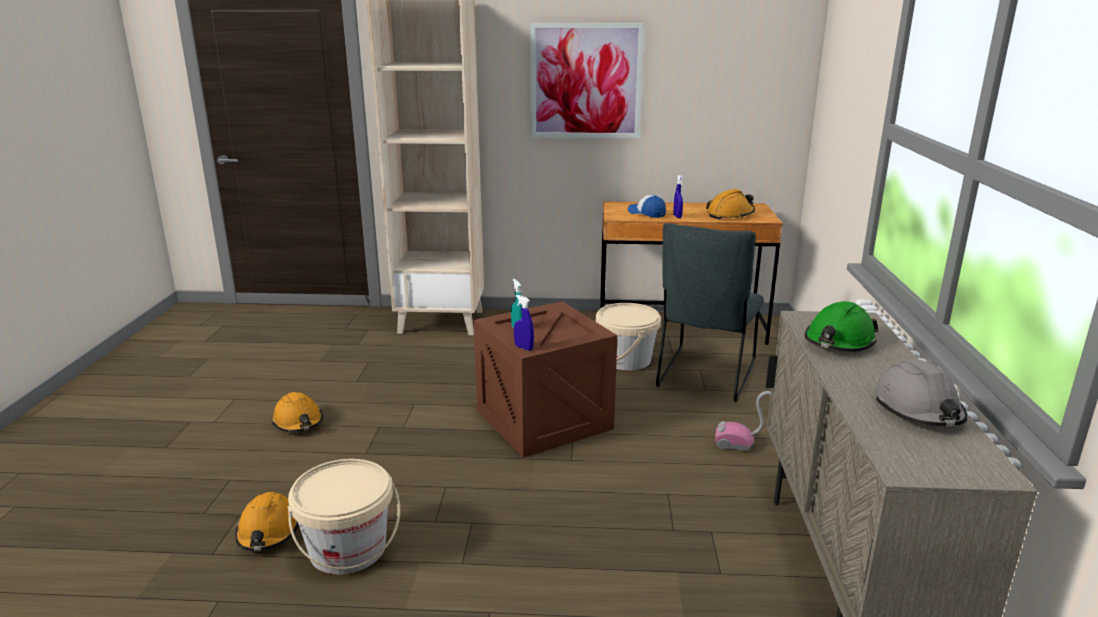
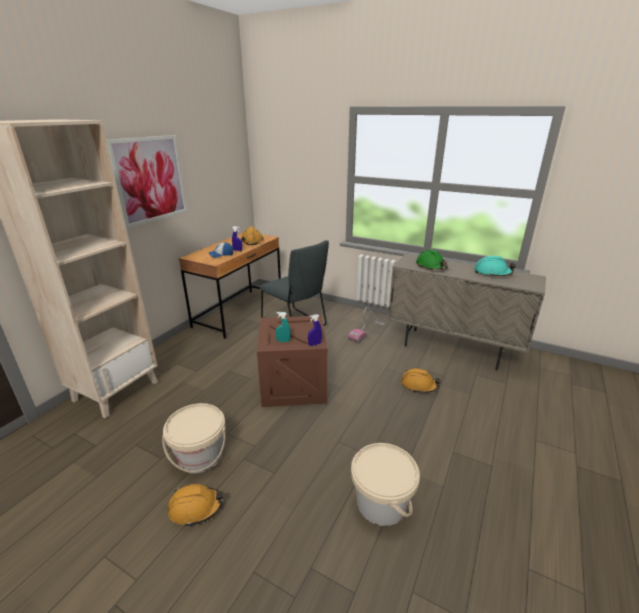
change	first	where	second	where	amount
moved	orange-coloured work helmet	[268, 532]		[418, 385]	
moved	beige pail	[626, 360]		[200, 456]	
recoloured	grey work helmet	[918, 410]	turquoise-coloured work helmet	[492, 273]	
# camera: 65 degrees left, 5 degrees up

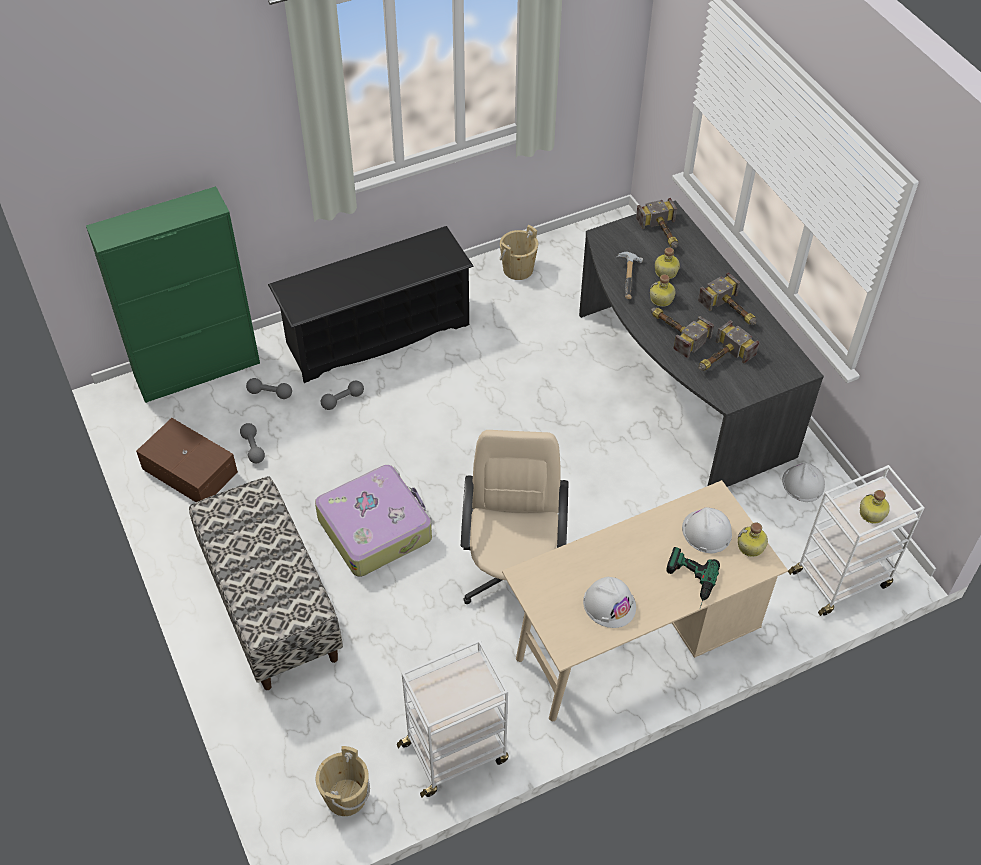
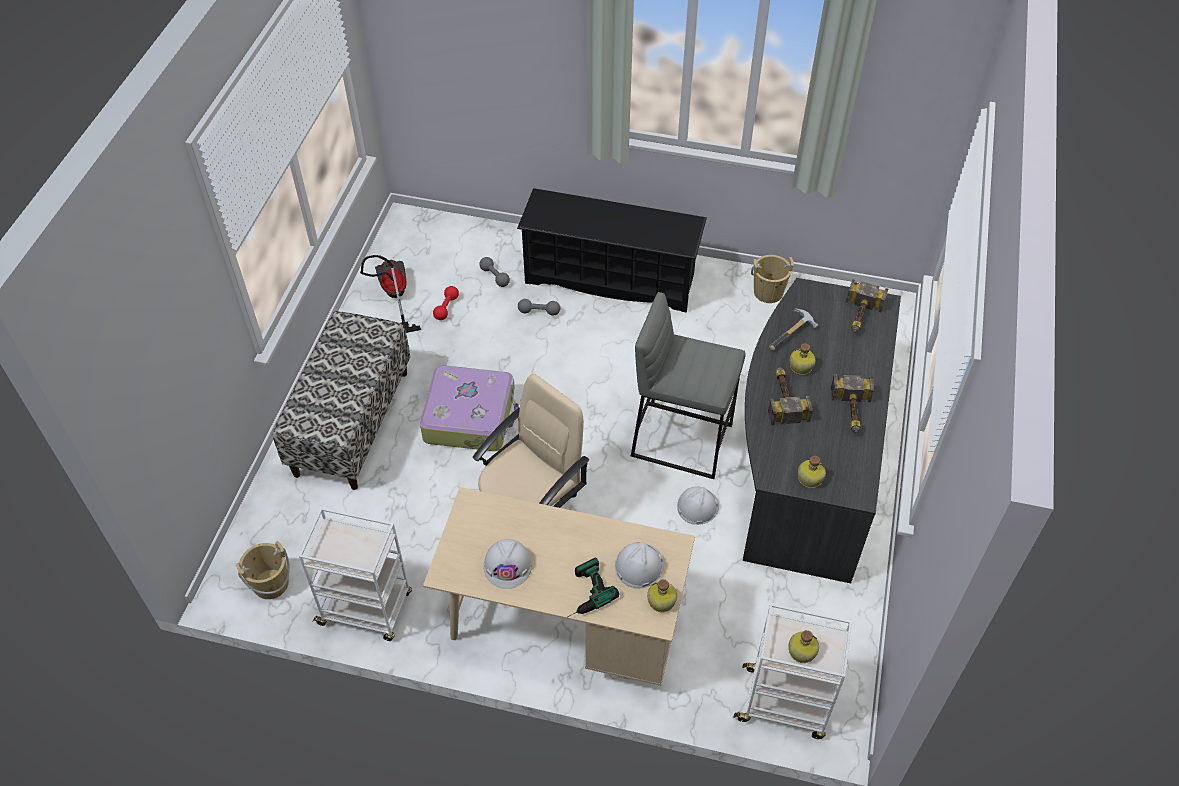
change	first	where	second	where	amount
removed	greenish cupboard	[198, 370]			
replaced	brownish storage box	[190, 469]	hoover	[393, 296]	
recoloured	grey free weight	[253, 448]	red-coloured free weight	[446, 307]	
moved	beverage bottle	[665, 272]		[809, 478]	
removed	tool hammer	[720, 359]			
moved	white work helmet	[803, 484]		[697, 506]	
added			grey stool seat	[682, 439]	
# camera: 40 degrees right, 0 degrees up

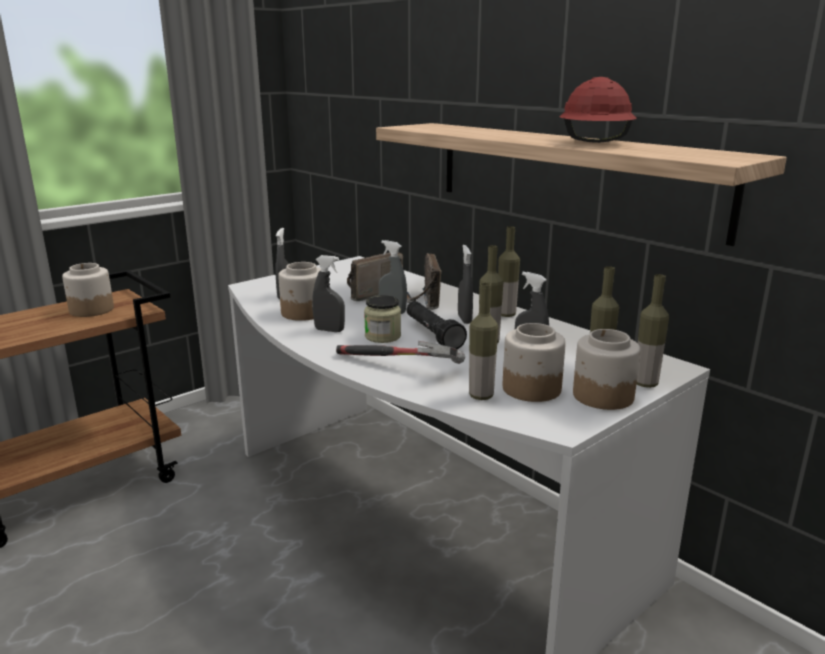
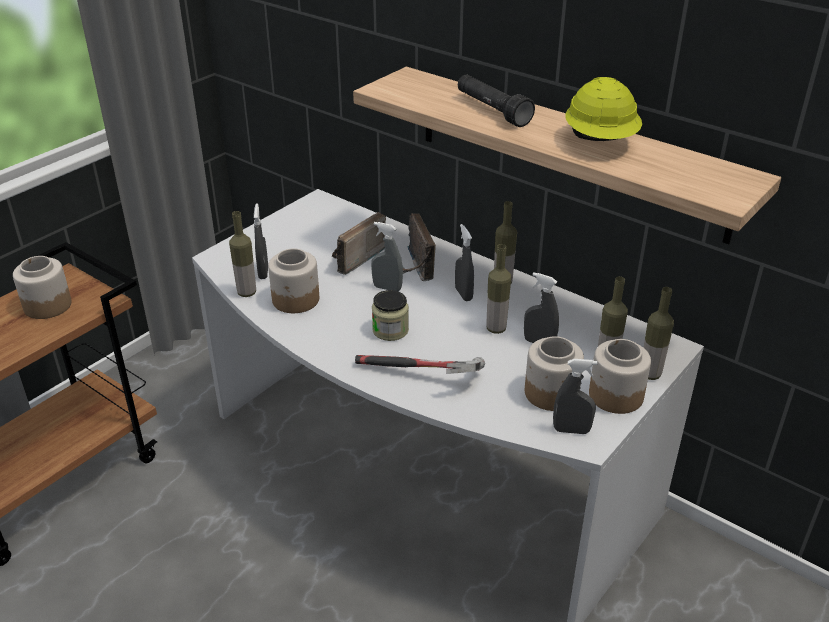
change	first	where	second	where	amount
moved	grey hand sprayer	[329, 330]		[571, 430]	
moved	black-coloured hand torch	[432, 334]		[492, 110]	
moved	beverage bottle	[481, 396]		[246, 293]	
recoloured	red-coloured work helmet	[595, 142]	yellow work helmet	[601, 141]	
# camera: 10 degrees left, 15 degrees up

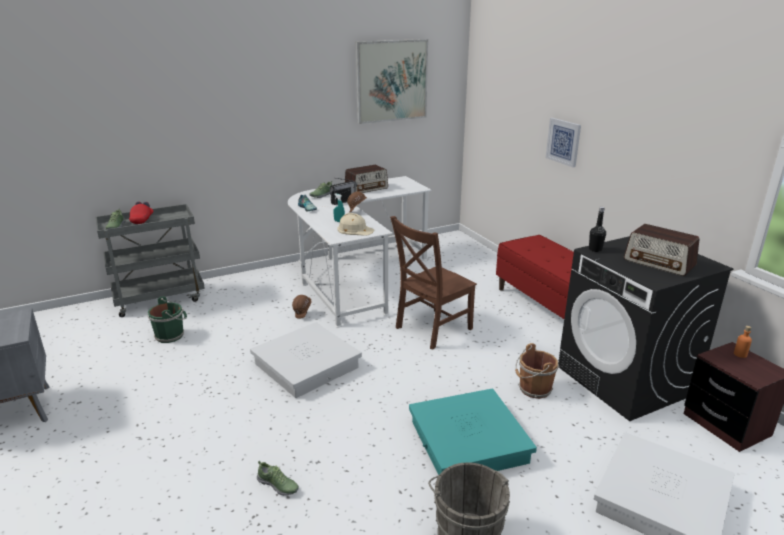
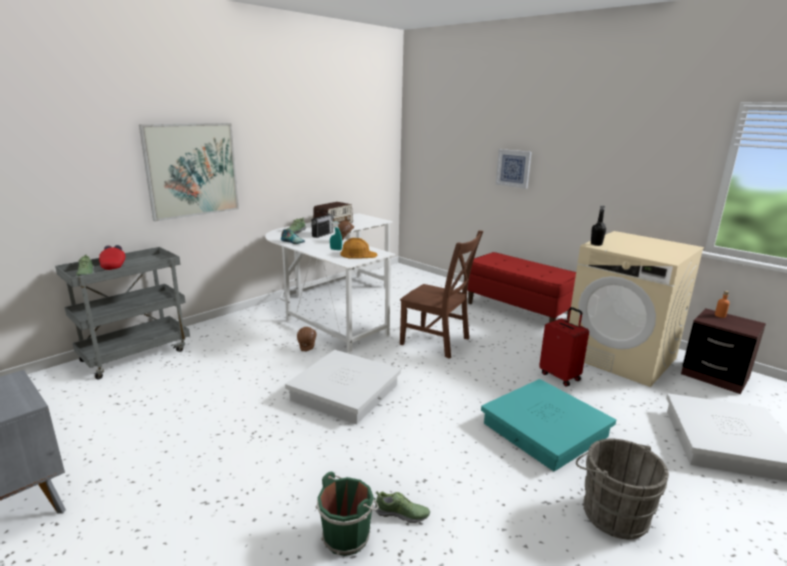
change	first	where	second	where	amount
moved	greenish pail	[171, 335]		[347, 535]	
recoloured	beige work helmet	[355, 229]	orange-coloured work helmet	[358, 254]	
moved	wall art	[391, 81]		[192, 170]	
turned	brownish upright chair	[431, 329]		[437, 342]	90 degrees counterclockwise
replaced	brownish pail	[533, 389]	red-coloured piece of luggage	[560, 376]	
recoloured	black-coloured laundry machine	[626, 380]	beige laundry machine	[620, 357]	
removed	radio receiver	[659, 263]			
# camera: 20 degrees left, 5 degrees down

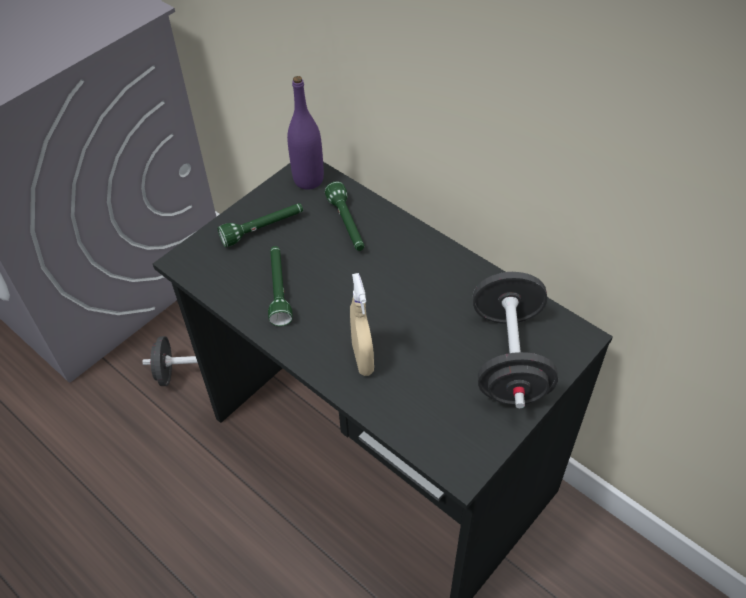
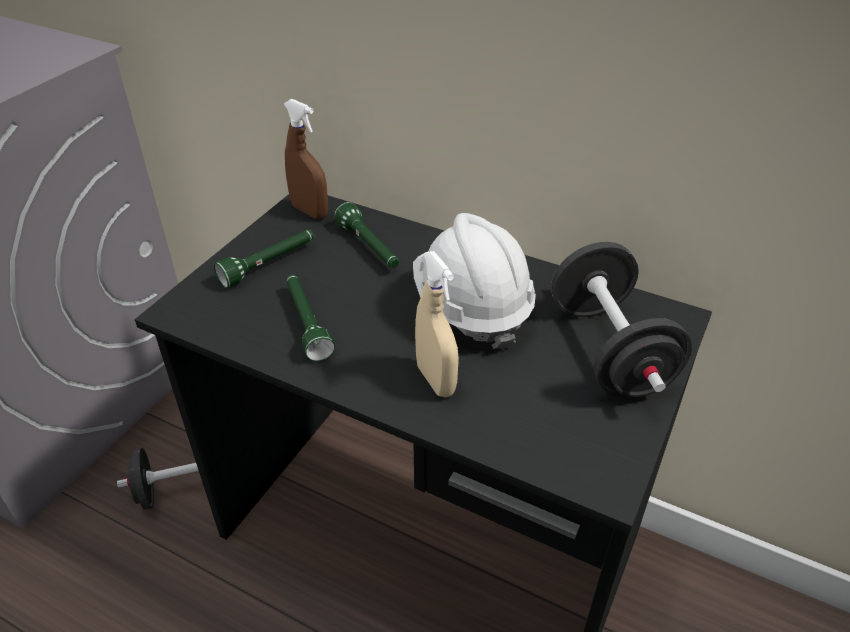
change	first	where	second	where	amount
replaced	purple beverage bottle	[308, 180]	brownish hand sprayer	[309, 211]	
added			white work helmet	[471, 308]	
# camera: 15 degrees left, 10 degrees down

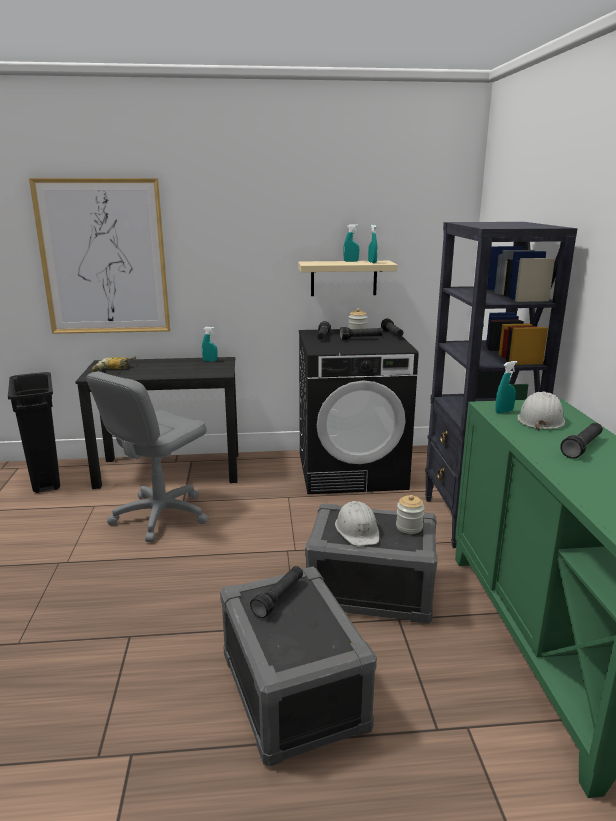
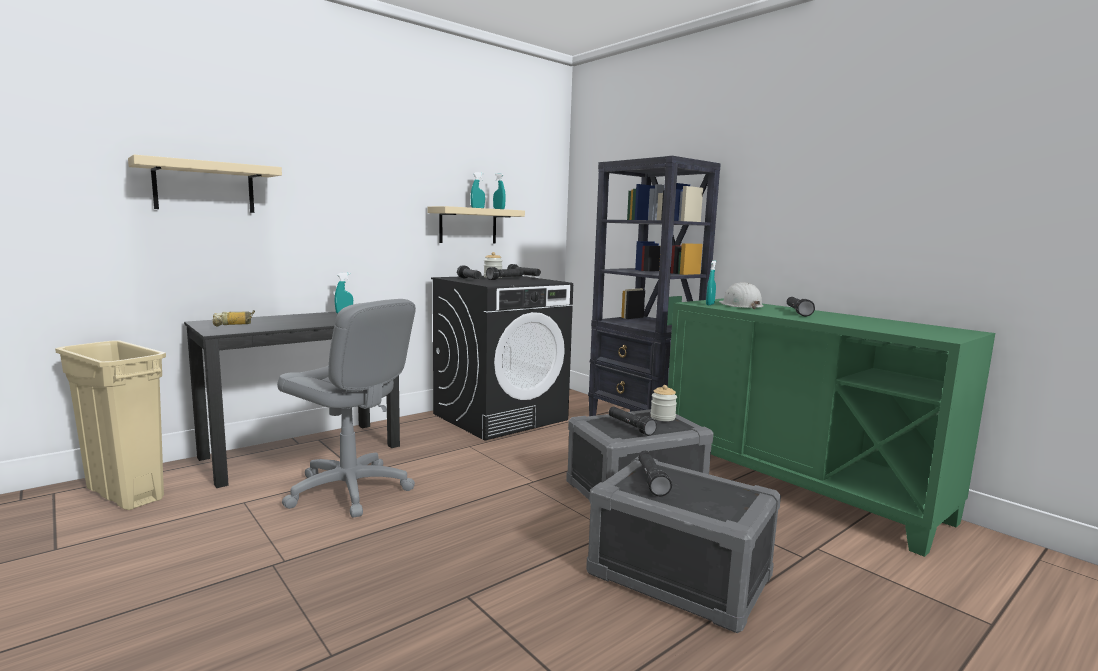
change	first	where	second	where	amount
recoloured	black-coloured trash can	[46, 479]	beige trash can	[124, 494]	
replaced	wall art	[103, 258]	beige bracket shelf	[204, 187]	
turned	grey office chair	[160, 515]		[349, 490]	60 degrees counterclockwise
replaced	white work helmet	[357, 530]	black-coloured hand torch	[630, 427]	
# camera: 35 degrees left, 10 degrees down

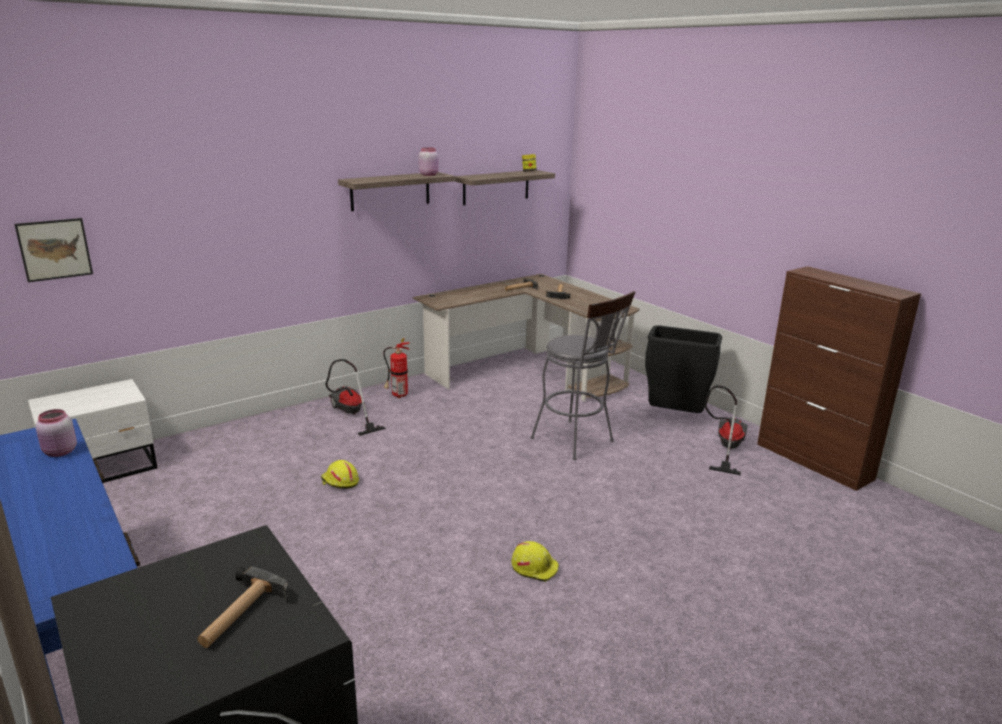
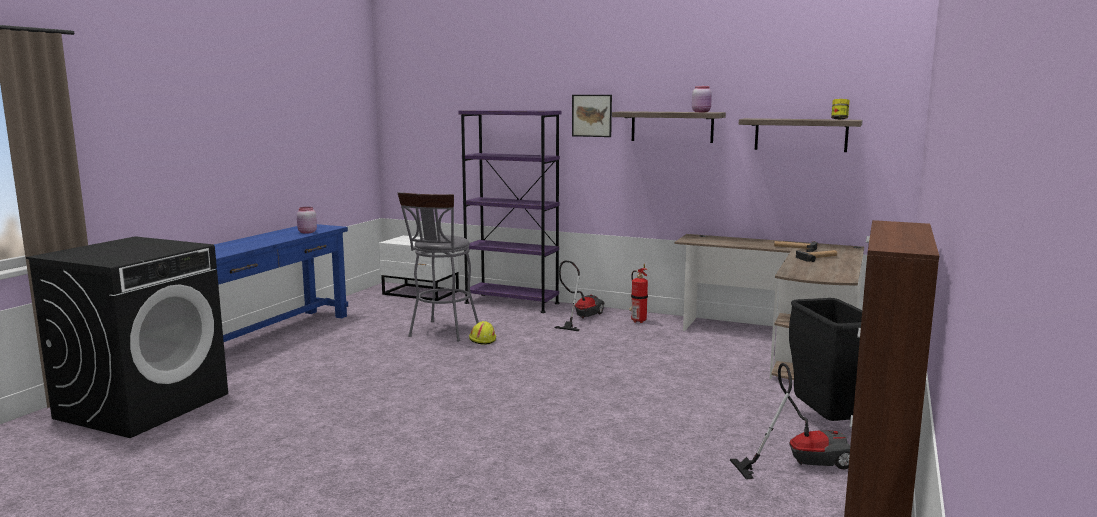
change	first	where	second	where	amount
moved	wall art	[54, 249]		[591, 115]	
removed	tool hammer	[240, 614]			
removed	yellow work helmet	[534, 567]			
moved	grey stool seat	[577, 442]		[442, 332]	
added			purple shelving unit	[512, 303]	
# camera: 60 degrees right, 10 degrees down

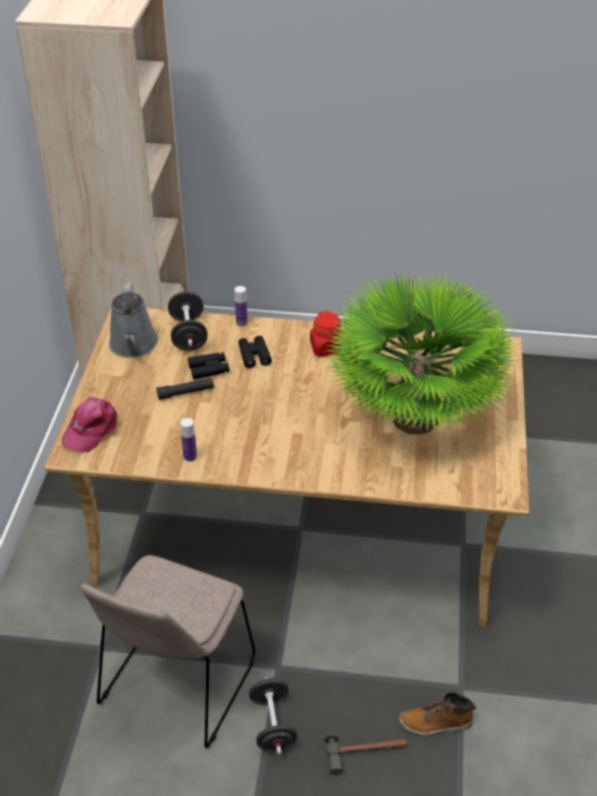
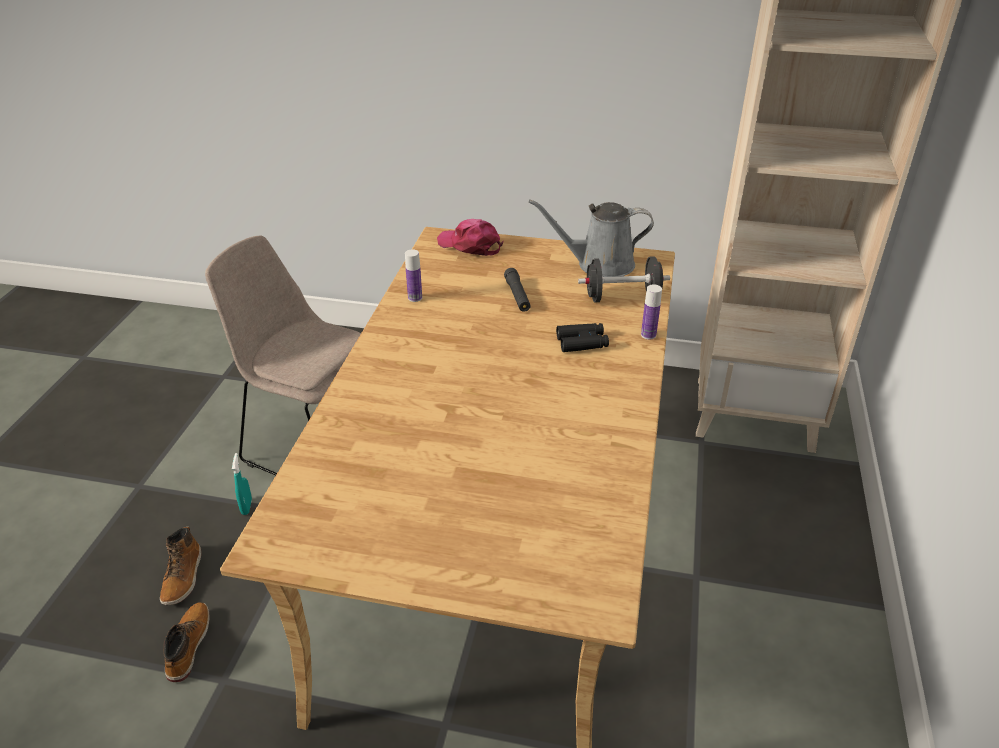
change	first	where	second	where	amount
removed	black-coloured binoculars	[209, 369]			
replaced	black-coloured free weight	[273, 725]	turquoise-coloured hand sprayer	[246, 506]	
removed	red-coloured jar	[327, 348]			
replaced	tool hammer	[366, 753]	boot	[183, 577]	
removed	plant in a pot	[414, 418]			
# camera: 95 degrees right, 5 degrees down

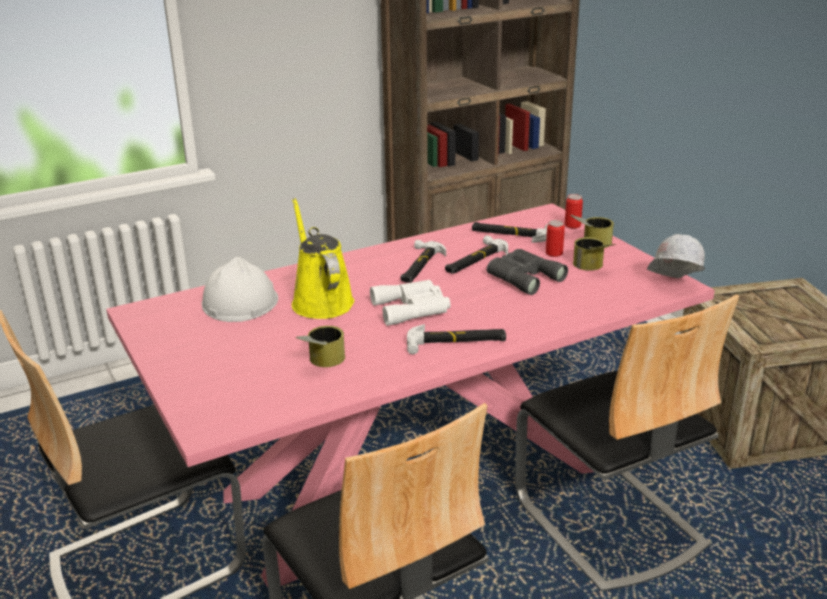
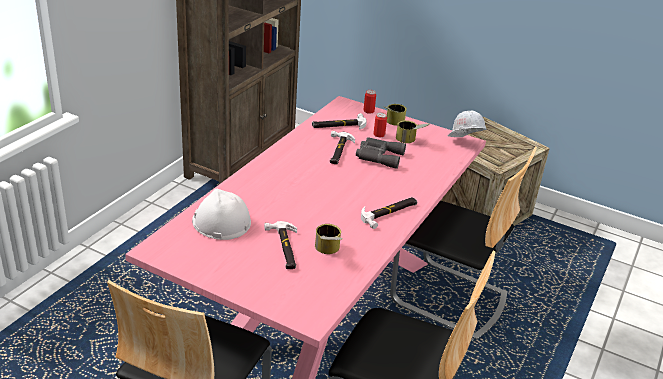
change	first	where	second	where	amount
removed	yellow sprinkling can	[320, 301]			
removed	white binoculars	[413, 308]			
moved	tool hammer	[419, 265]		[284, 247]	
# camera: 35 degrees left, 5 degrees up

